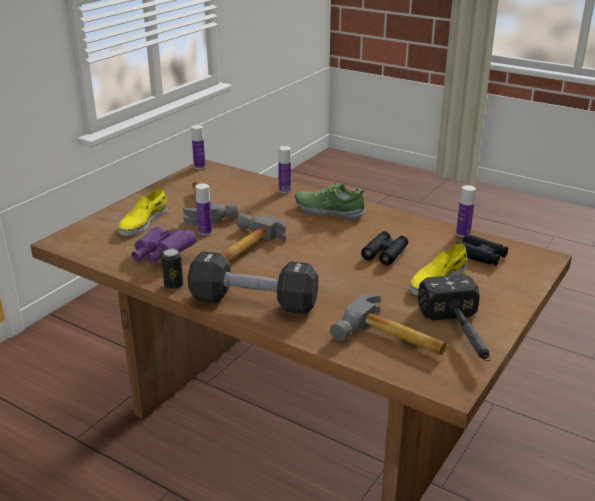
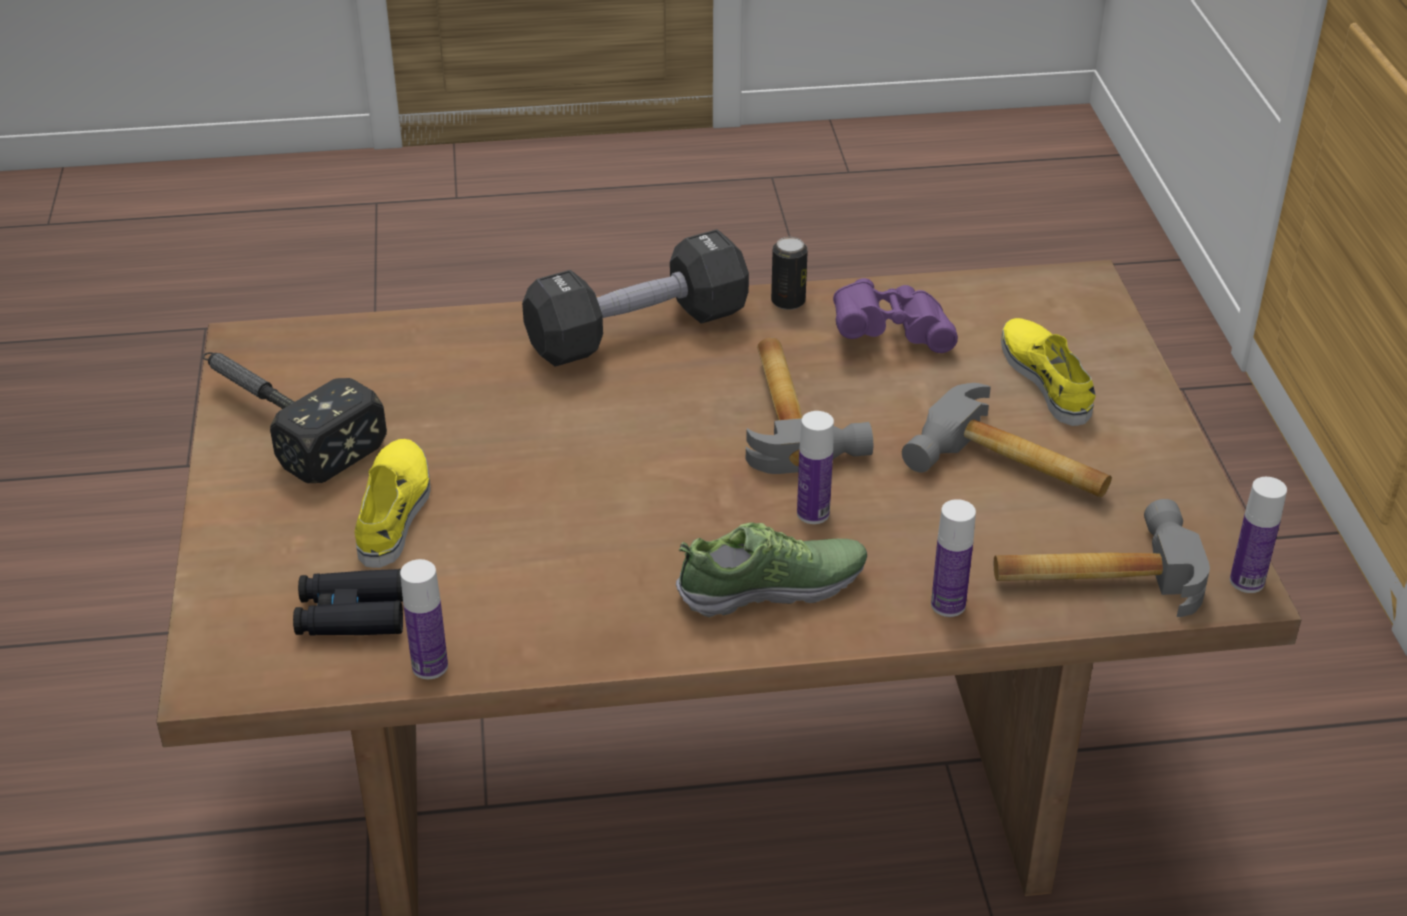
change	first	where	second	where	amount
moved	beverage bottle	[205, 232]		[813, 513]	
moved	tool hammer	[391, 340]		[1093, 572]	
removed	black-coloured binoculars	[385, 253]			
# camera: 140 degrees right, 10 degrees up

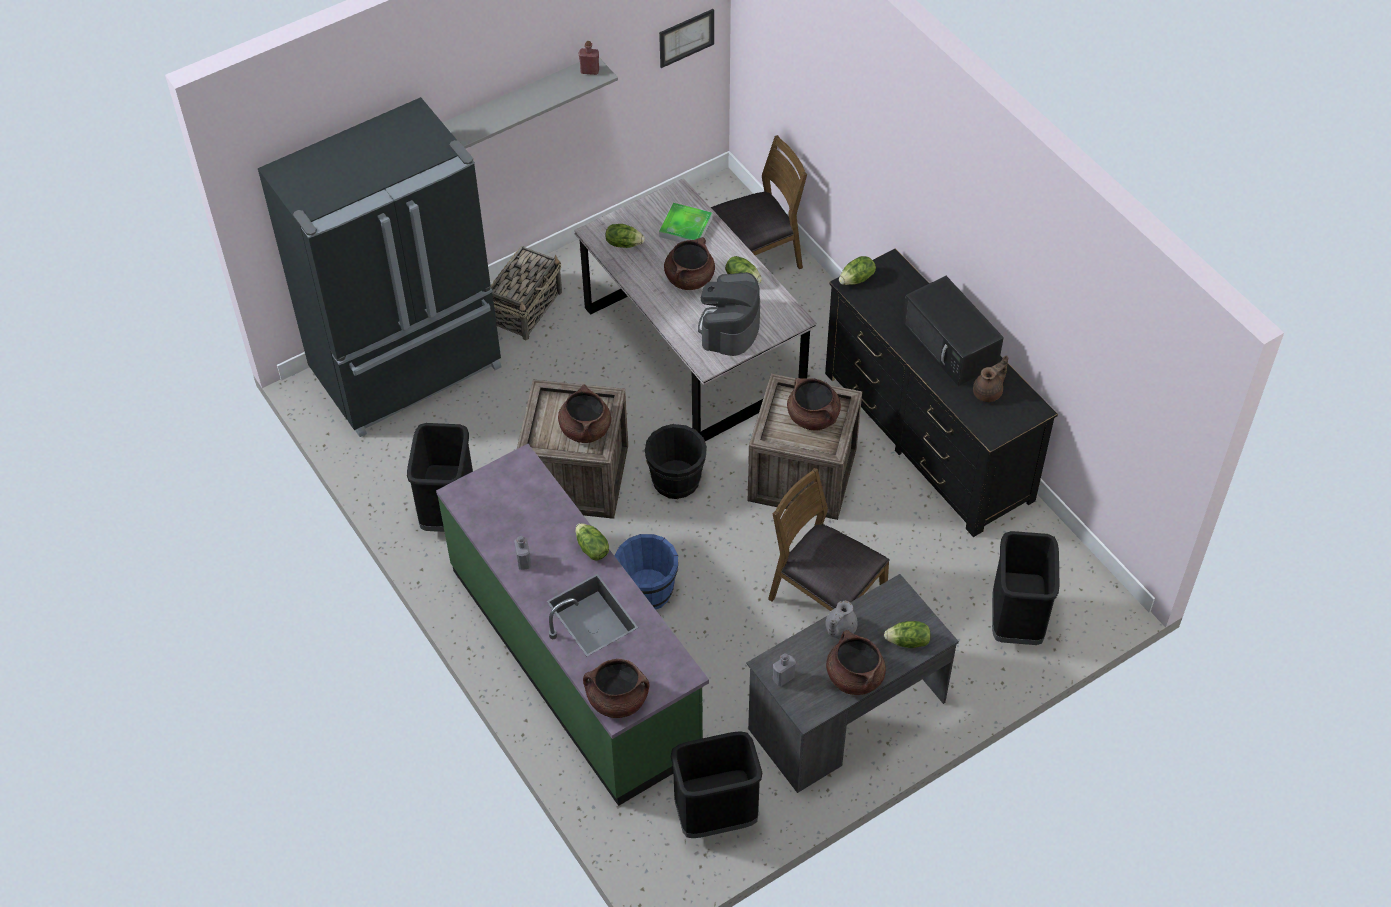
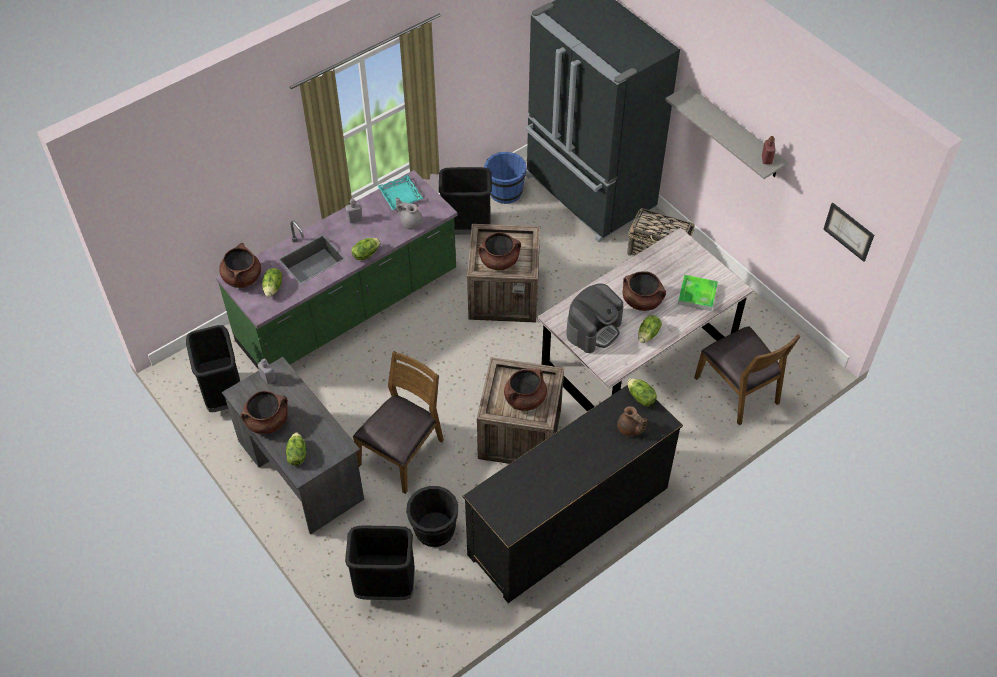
change	first	where	second	where	amount
moved	head of lettuce	[624, 243]		[273, 288]	
moved	blue-coloured pail	[647, 591]		[505, 192]	
moved	black-coloured pail	[676, 480]		[434, 530]	
turned	coffee machine	[729, 328]		[593, 329]	120 degrees clockwise
moved	grey pot for tea	[839, 629]		[411, 222]	
removed	black-coloured microwave oven	[951, 345]			
moved	brownish pot for tea	[988, 392]		[630, 429]	
added			turquoise-coloured serving tray	[400, 195]	
# camera: 85 degrees right, 0 degrees up

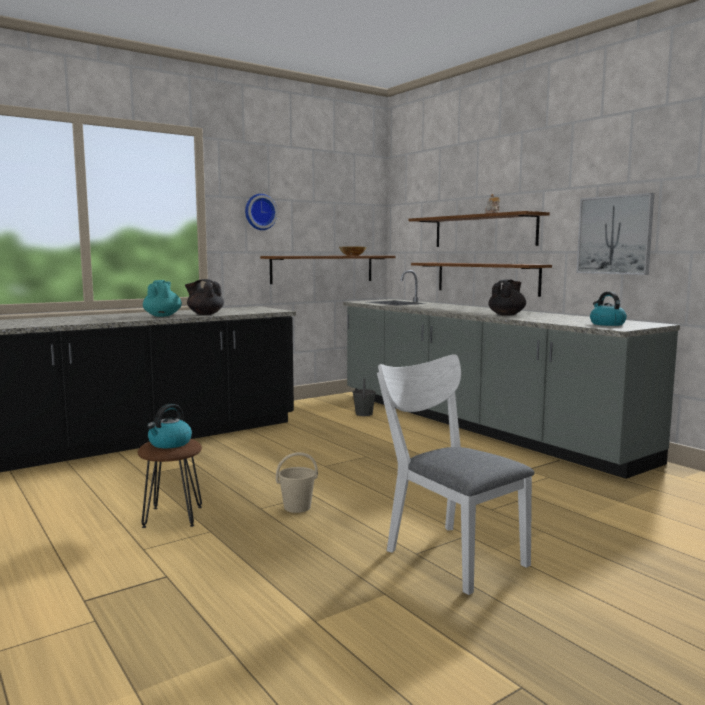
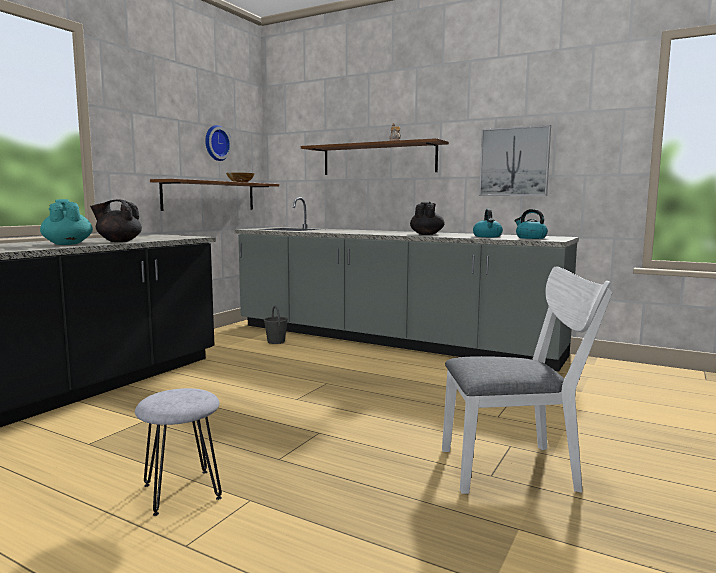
change	first	where	second	where	amount
recoloured	brownish stool seat	[173, 516]	grey stool seat	[182, 491]	
moved	kettle	[169, 444]		[487, 236]	
moved	hanging clock	[260, 212]		[216, 143]	
removed	beige pail	[298, 507]			
turned	white upright chair	[449, 553]		[518, 468]	150 degrees clockwise
removed	brownish bracket shelf	[486, 278]			
# camera: 25 degrees left, 0 degrees up

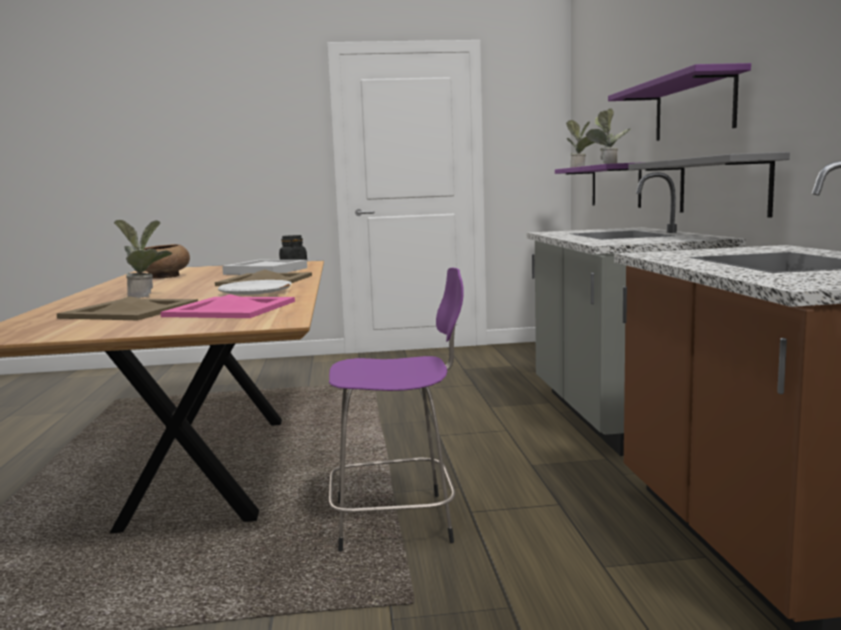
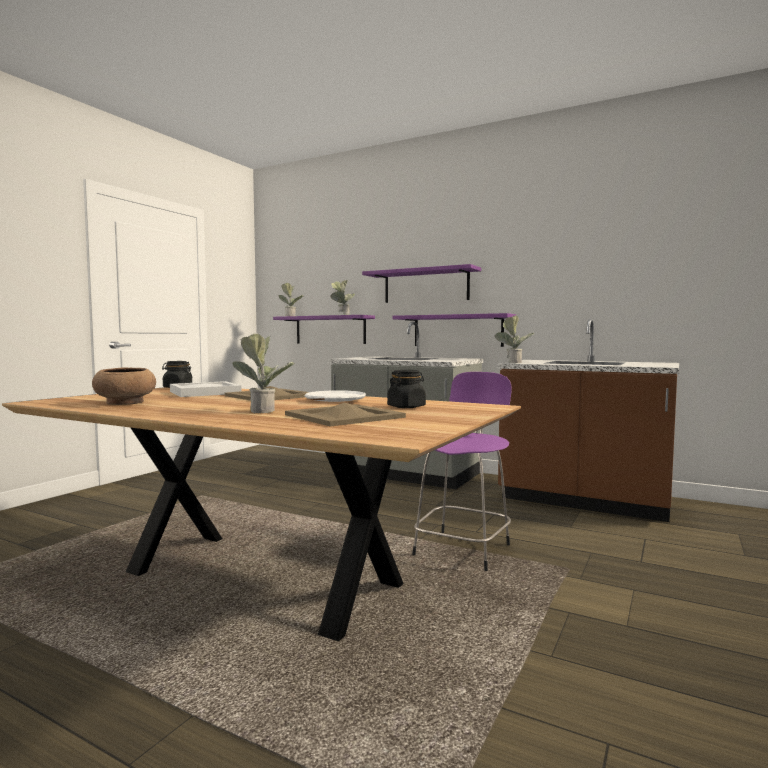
change	first	where	second	where	amount
replaced	pink-coloured serving tray	[229, 309]	black-coloured jar	[406, 407]	
recoloured	grey bracket shelf	[722, 186]	purple bracket shelf	[457, 331]	
added			plant in a pot	[513, 362]	
# camera: 55 degrees left, 5 degrees down

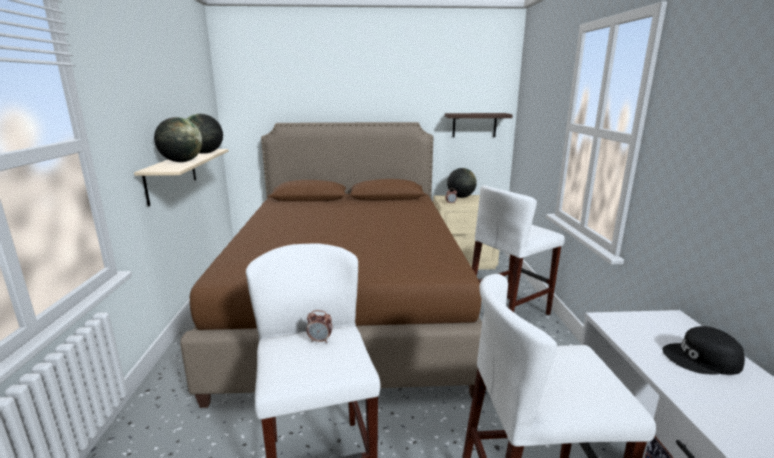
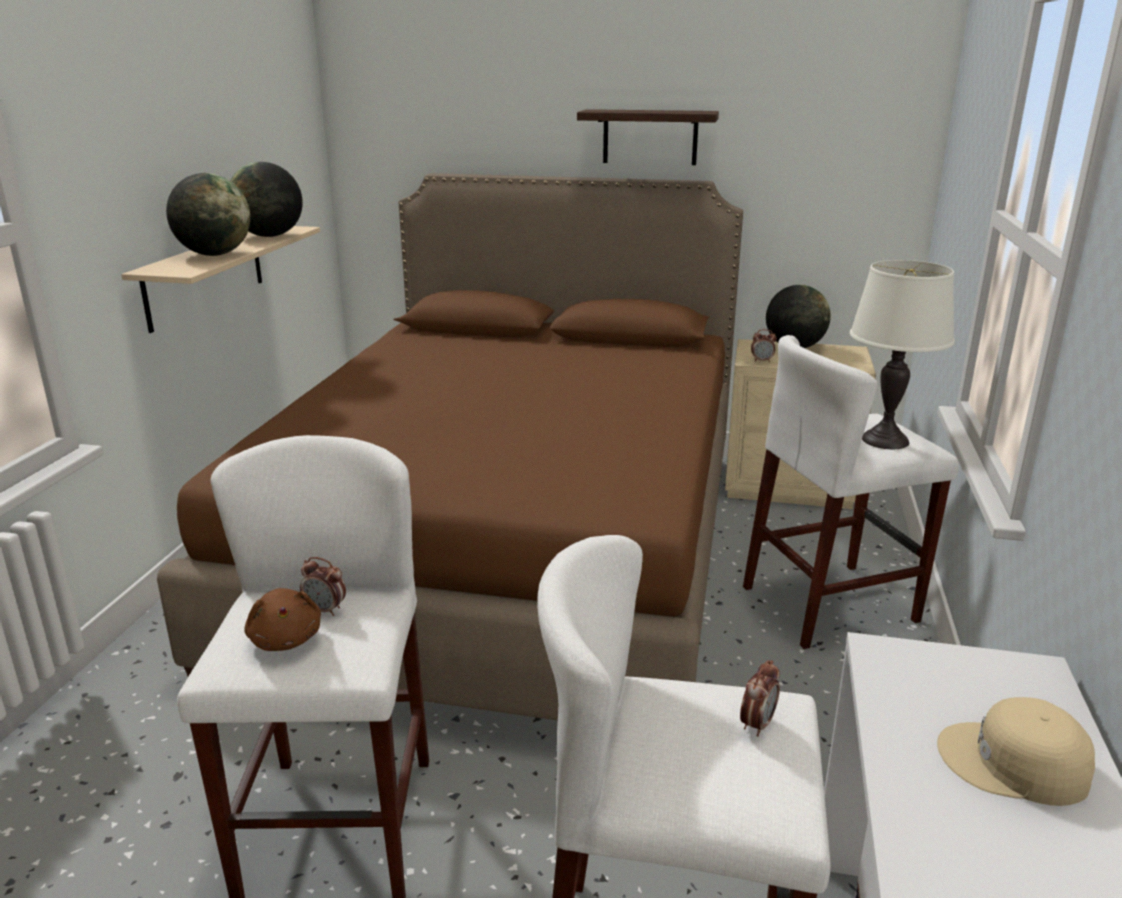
change	first	where	second	where	amount
moved	bracket shelf	[474, 125]		[650, 137]	
recoloured	black-coloured cap	[702, 359]	beige cap	[1014, 764]	
added			brownish soft toy	[286, 639]	
added			bedside clock	[757, 724]	
added			white table lamp	[885, 440]	
# camera: 15 degrees right, 5 degrees up

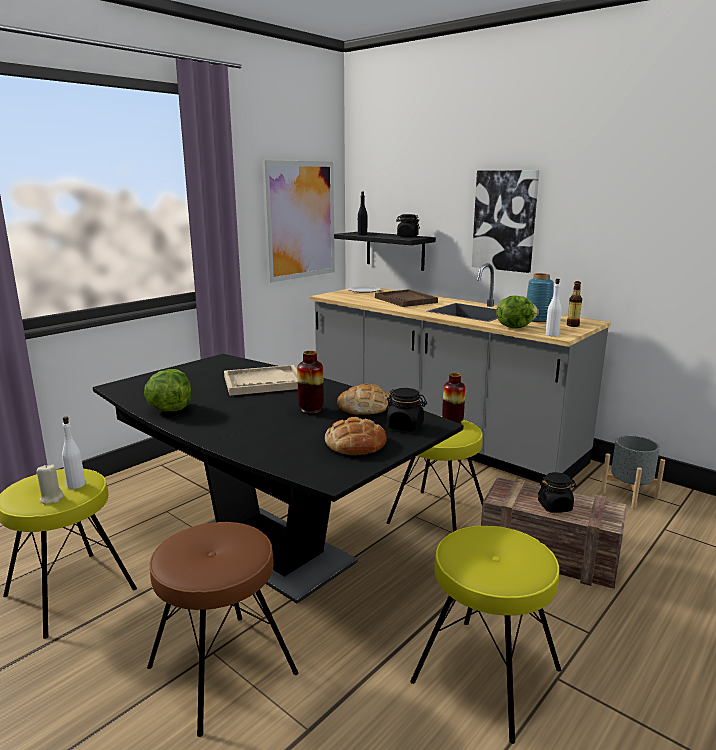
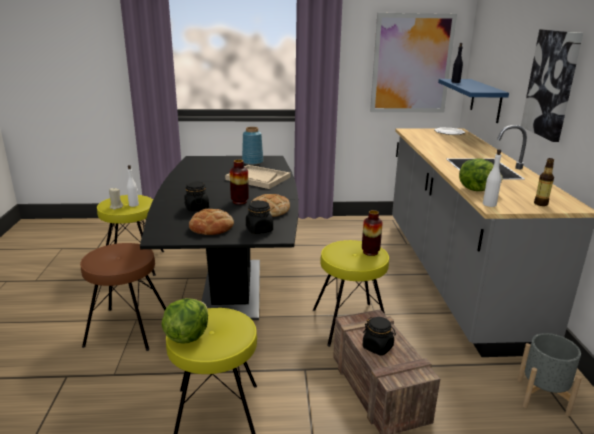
change	first	where	second	where	amount
moved	head of lettuce	[170, 409]		[187, 336]	
recoloured	black-coloured bracket shelf	[395, 250]	blue-coloured bracket shelf	[486, 100]	
removed	brownish serving tray	[406, 300]			
moved	black-coloured jar	[407, 236]		[197, 208]	
moved	blue-coloured flower vase	[538, 319]		[252, 162]	
# camera: 45 degrees right, 5 degrees up

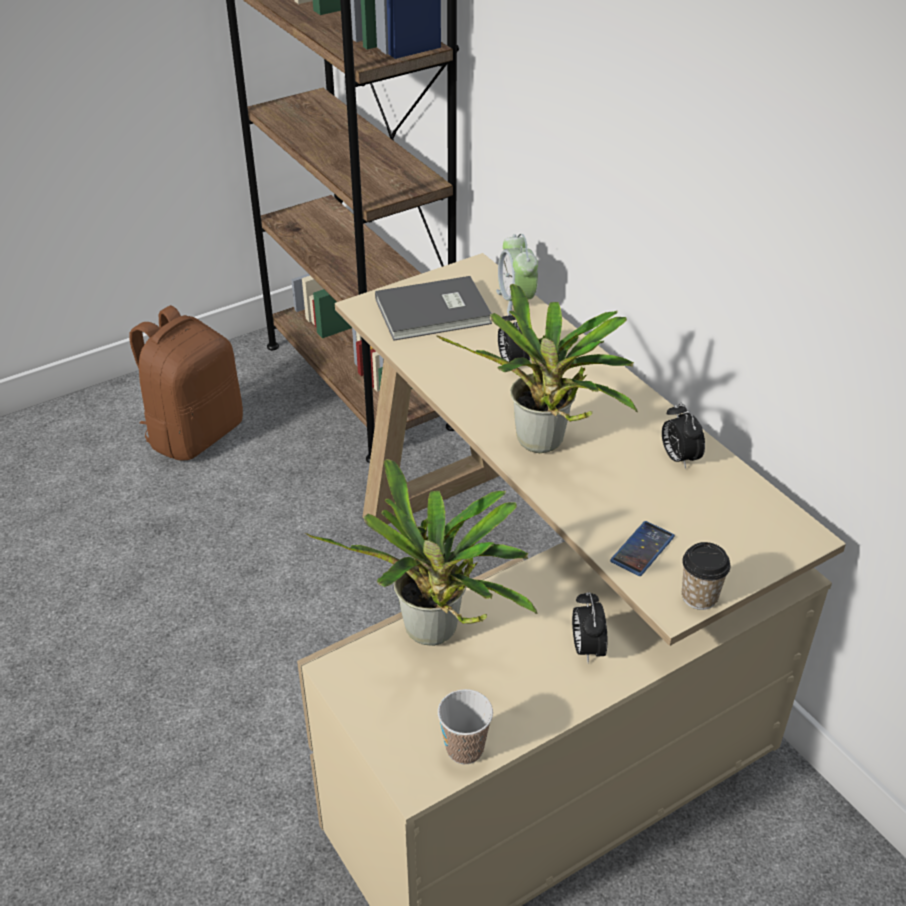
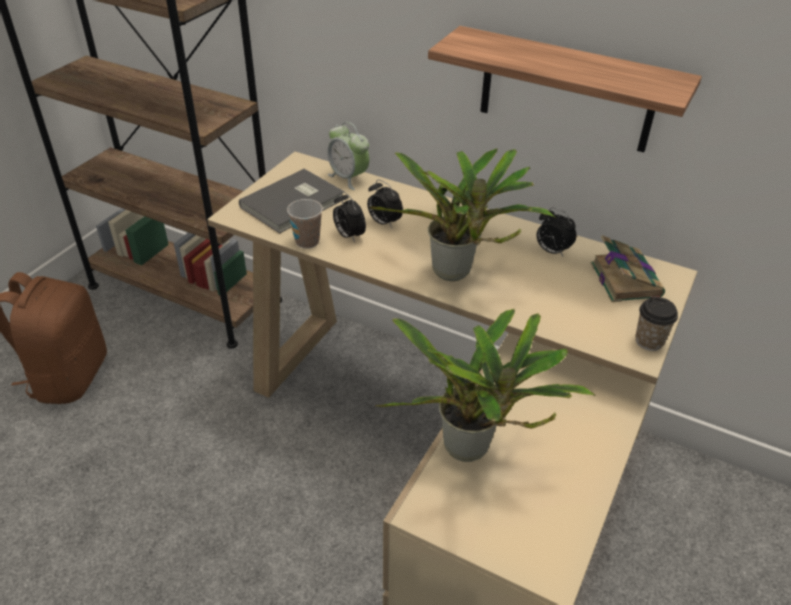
change	first	where	second	where	amount
moved	small cup	[464, 749]		[307, 241]	
moved	bedside clock	[586, 648]		[349, 236]	
removed	phone	[642, 549]			
added			bracket shelf	[566, 91]	
added			volume	[624, 279]	
# camera: 30 degrees left, 0 degrees up

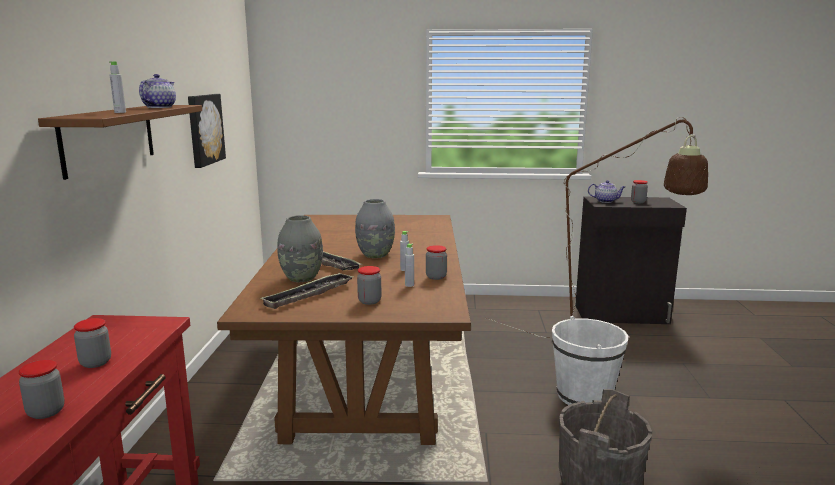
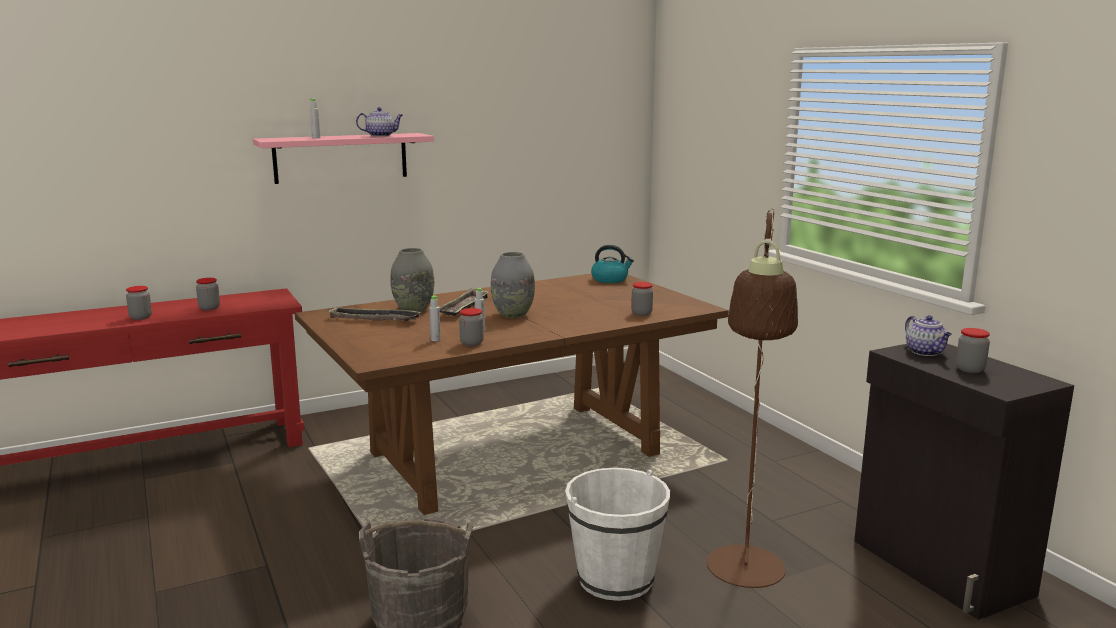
change	first	where	second	where	amount
recoloured	brownish bracket shelf	[109, 138]	pink-coloured bracket shelf	[341, 158]	
removed	wall art	[204, 129]			
moved	jar	[369, 301]		[641, 313]	
added			kettle	[610, 279]	
# camera: 60 degrees right, 0 degrees up

